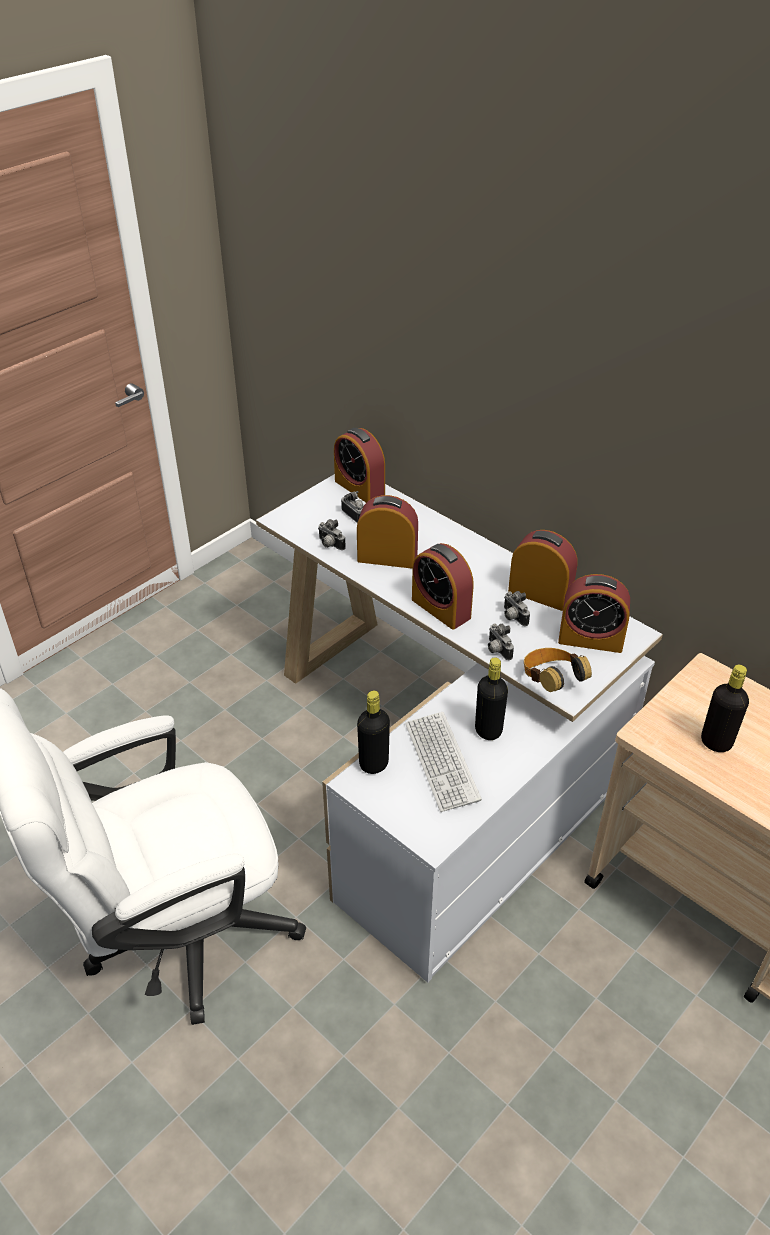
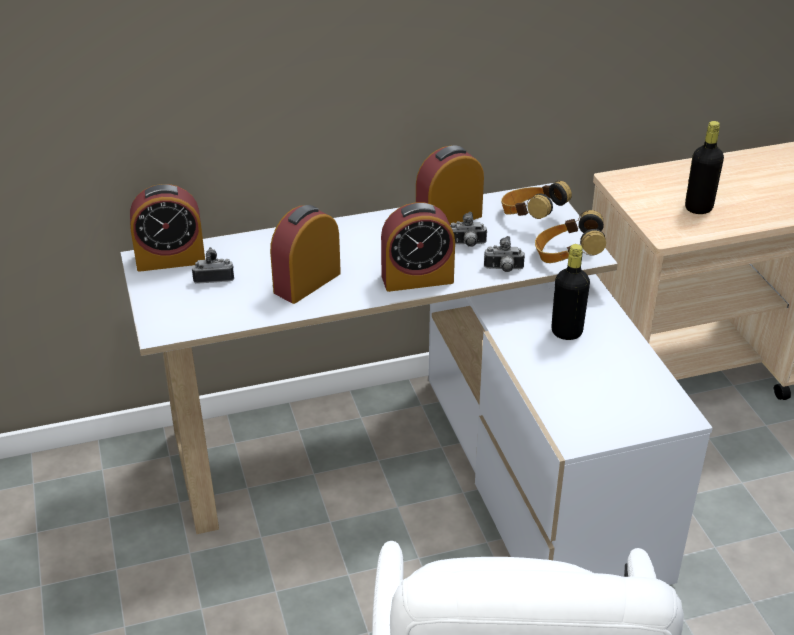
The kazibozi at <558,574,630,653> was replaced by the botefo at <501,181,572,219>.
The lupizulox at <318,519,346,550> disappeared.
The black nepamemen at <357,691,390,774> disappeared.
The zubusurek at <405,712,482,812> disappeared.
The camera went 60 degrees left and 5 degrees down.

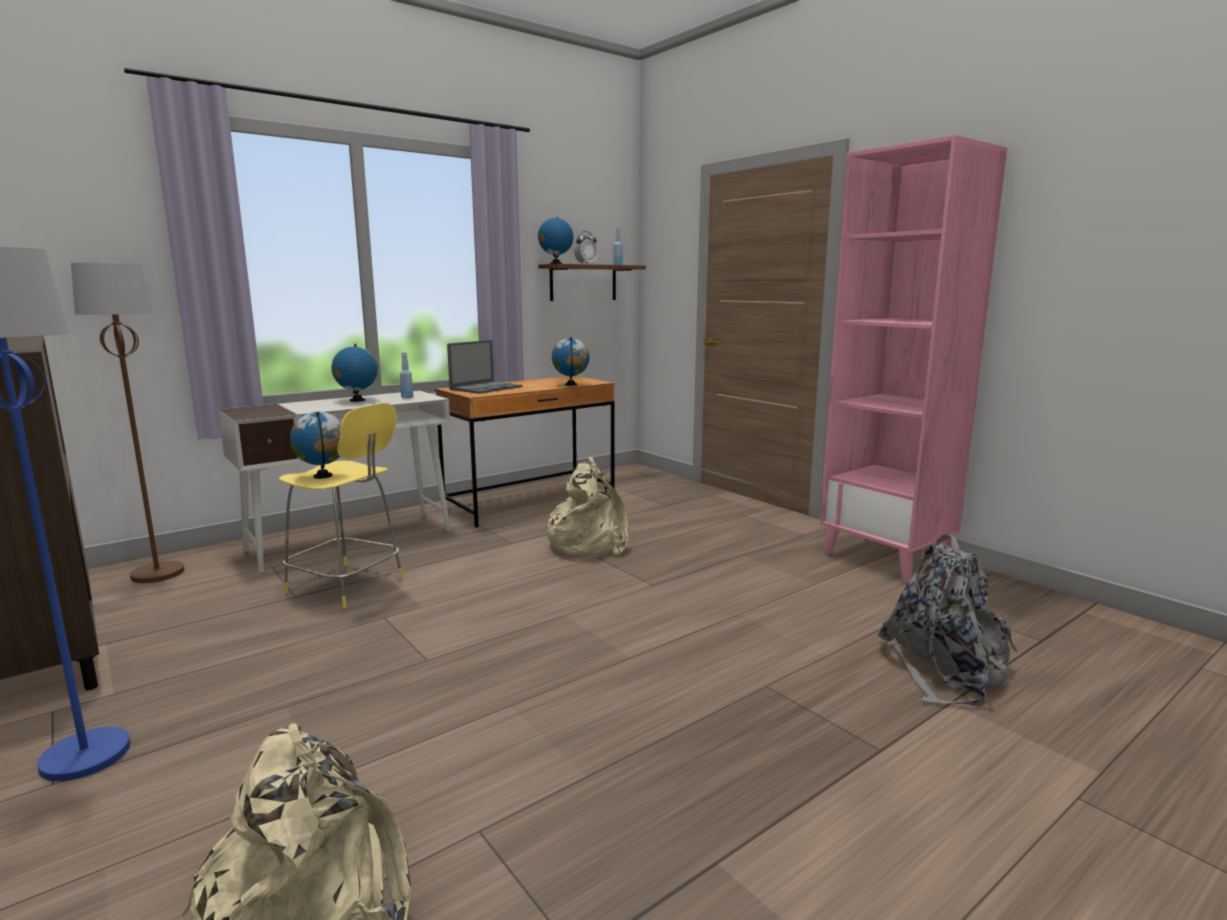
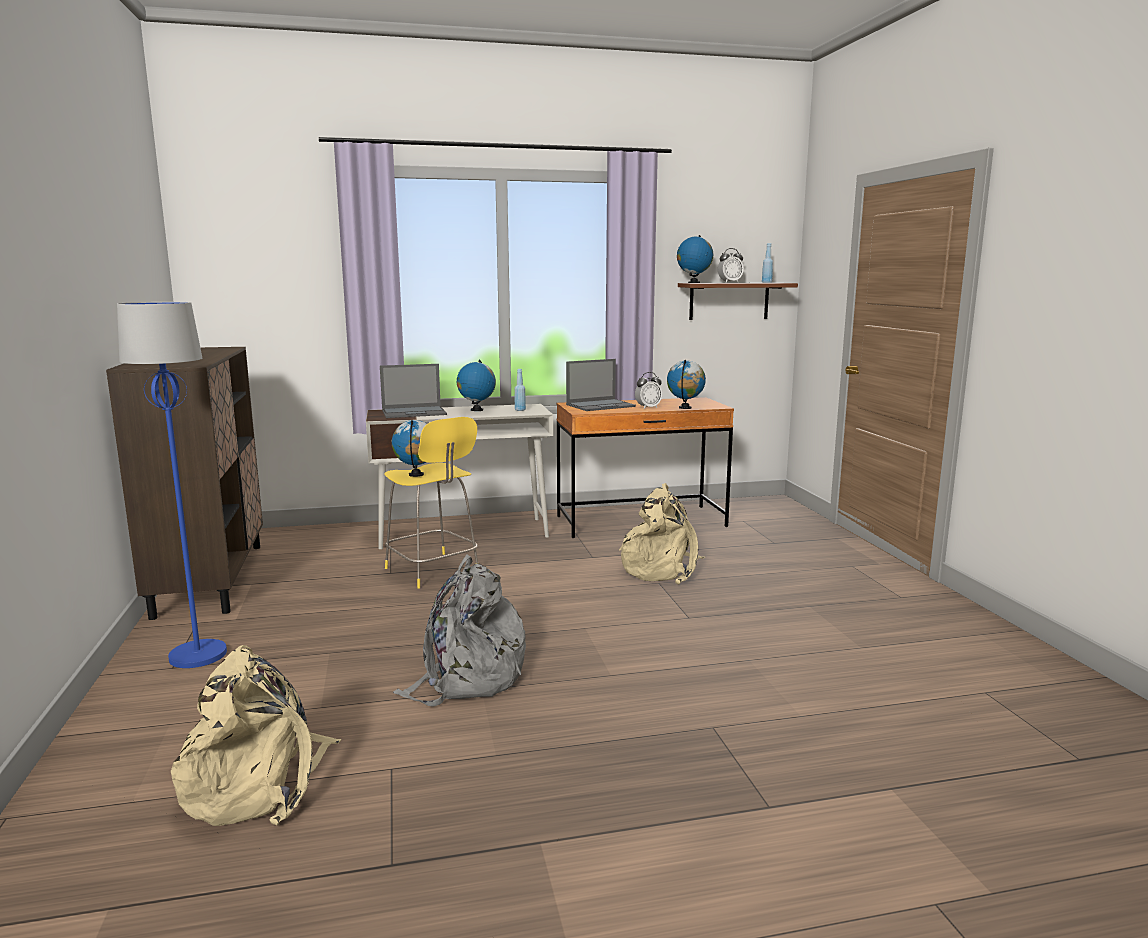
The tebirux at <380,364,447,418> appeared.
The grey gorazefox moved from <878,534,1018,706> to <393,554,526,707>.
The kazibozi at <635,372,662,409> appeared.
The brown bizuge at <71,262,184,583> disappeared.
The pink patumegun at <820,135,1007,582> disappeared.
The camera went 25 degrees right and 0 degrees up.

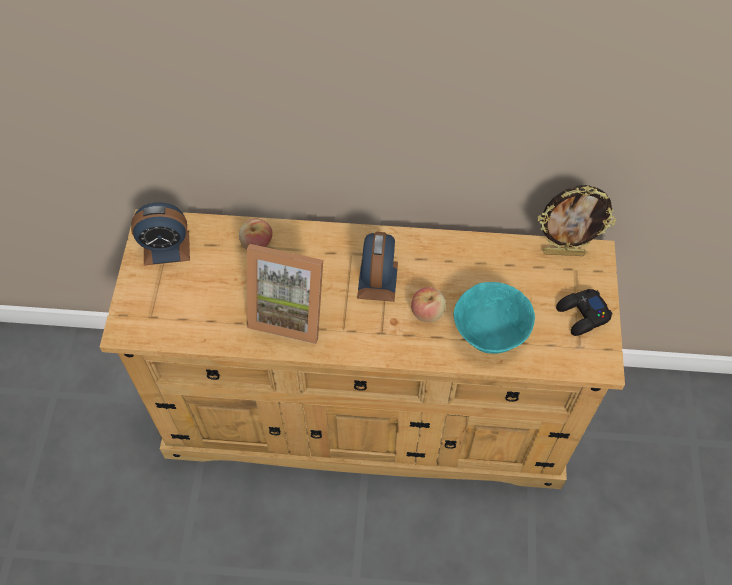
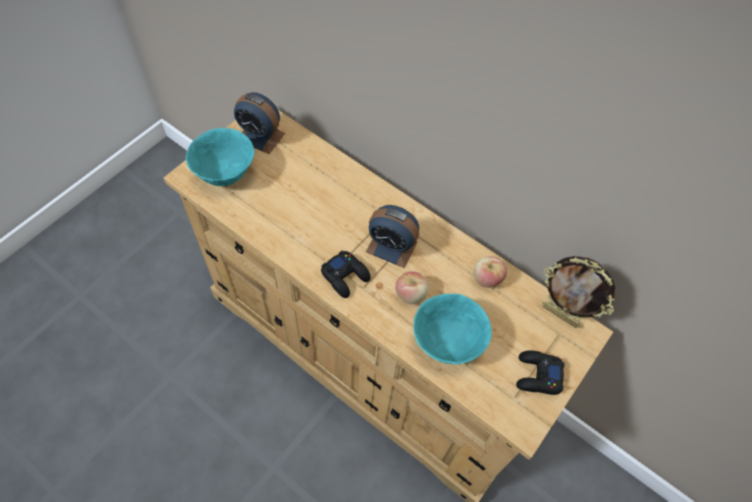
The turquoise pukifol at <186,128,255,186> appeared.
The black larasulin at <321,250,371,298> appeared.
The kazibozi at <357,232,398,302> turned 75 degrees clockwise.
The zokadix moved from <239,218,273,250> to <474,256,507,288>.
The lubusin at <247,244,323,344> disappeared.
The camera went 30 degrees right and 0 degrees up.

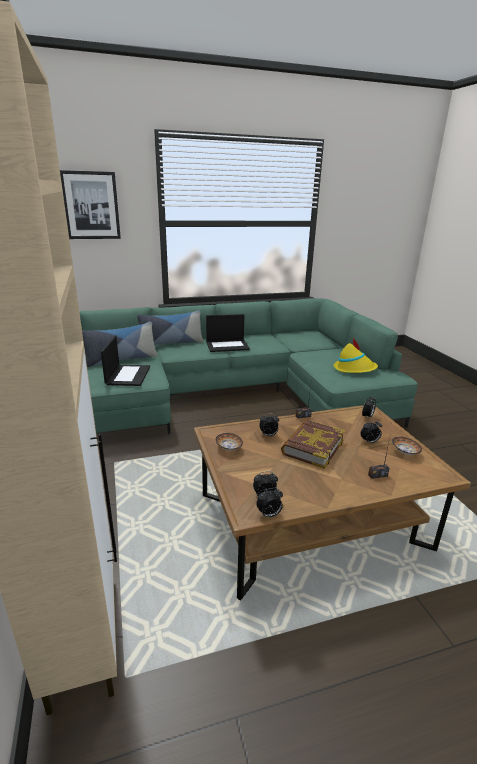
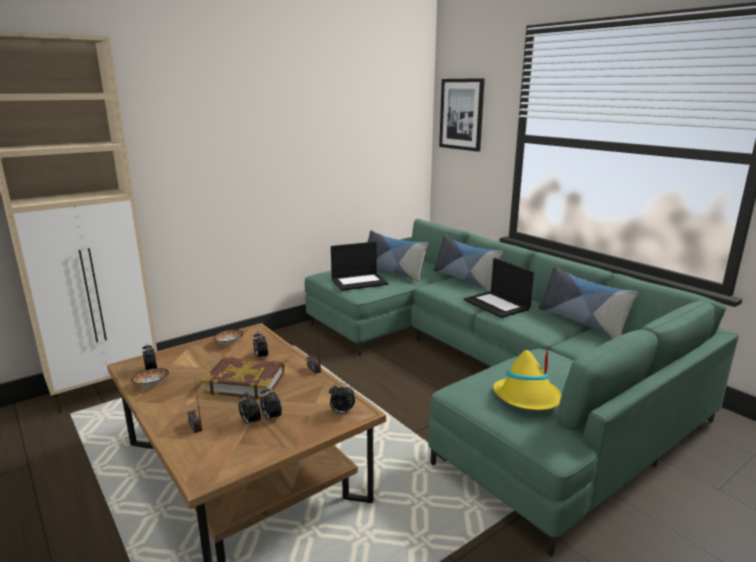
The pukifol moved from <392,437,422,455> to <131,368,169,387>.
The kazibozi moved from <256,488,283,517> to <239,391,261,427>.
The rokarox at <538,266,637,339> appeared.
The camera went 70 degrees right and 5 degrees down.

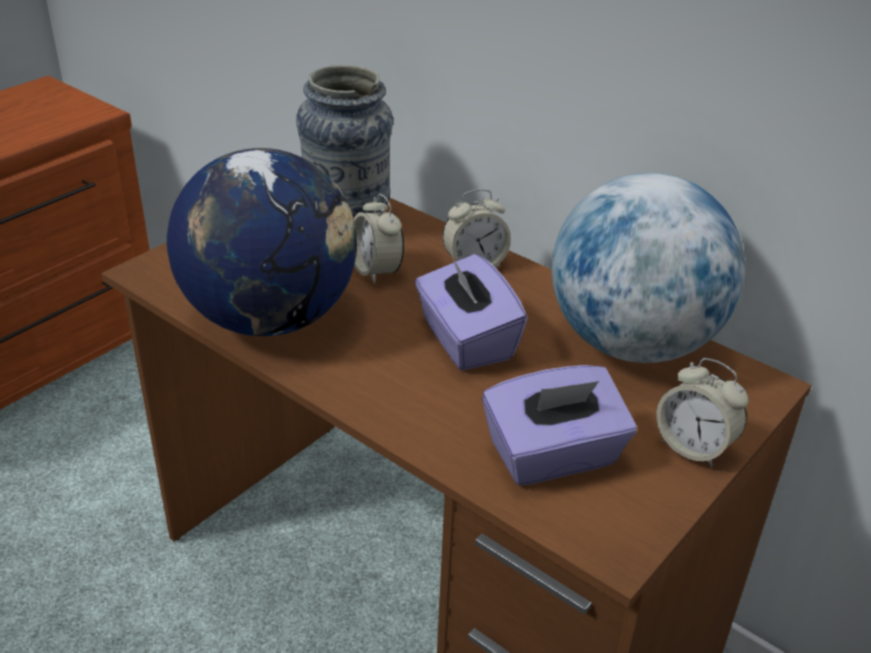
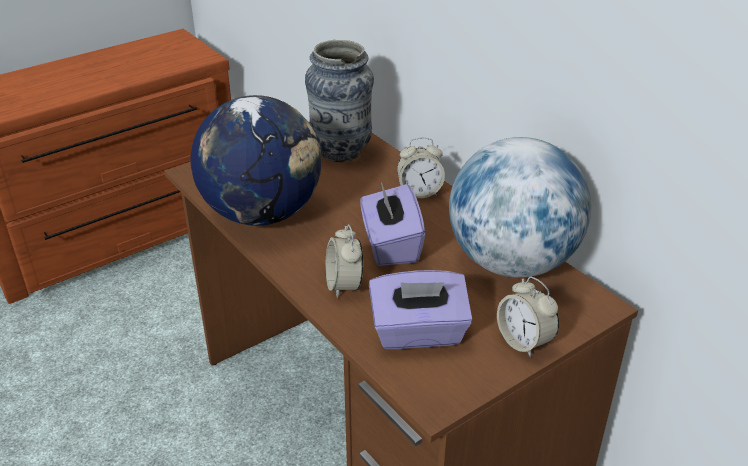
The kazibozi moved from <354,194,404,284> to <325,224,363,298>.
The camera went 15 degrees right and 0 degrees up.

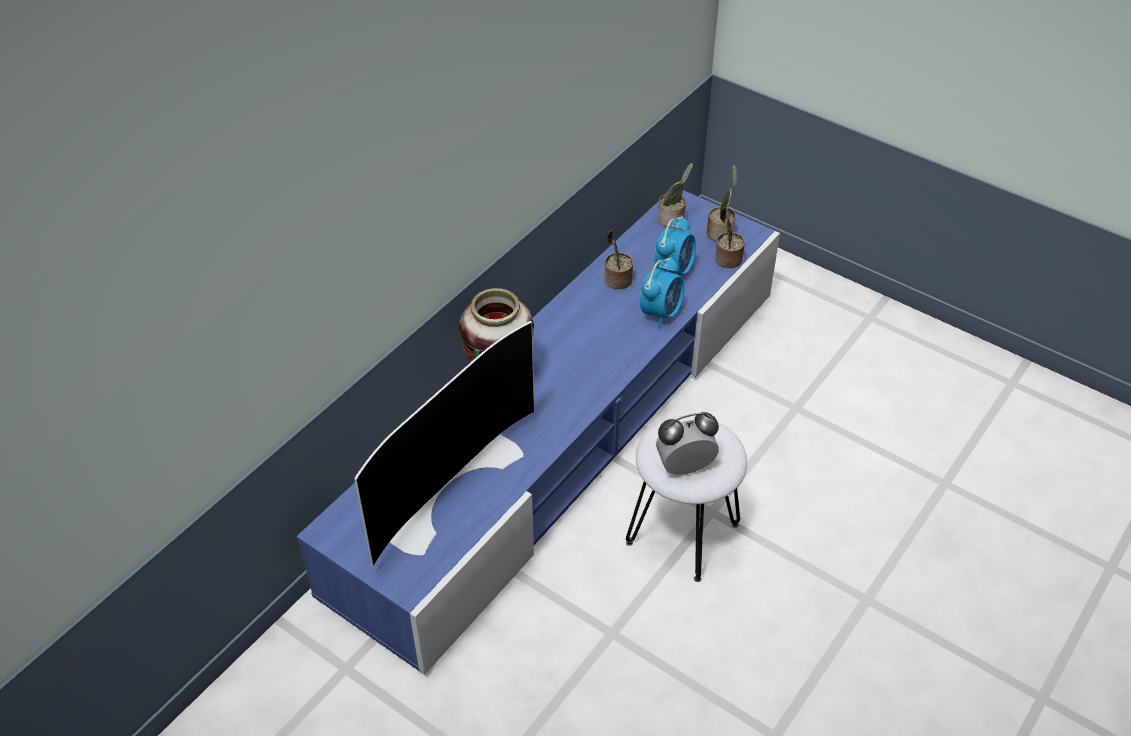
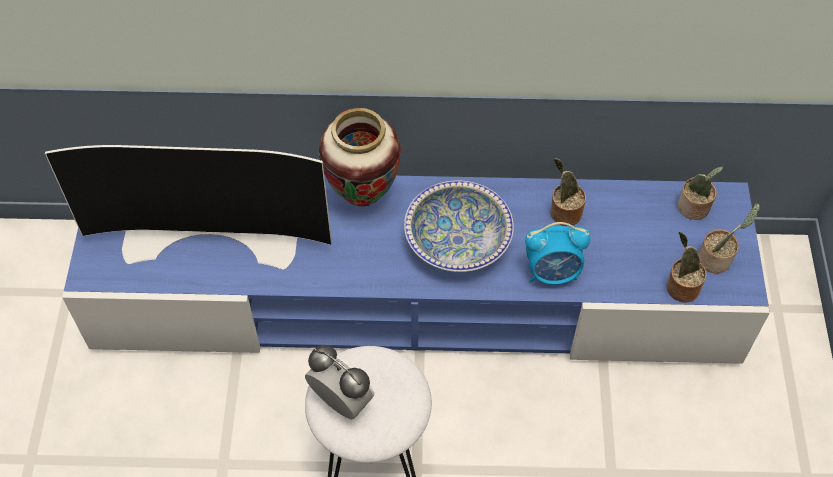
The pukifol at <404,180,514,272> appeared.
The kazibozi at <654,216,696,275> disappeared.
The camera went 55 degrees right and 10 degrees up.

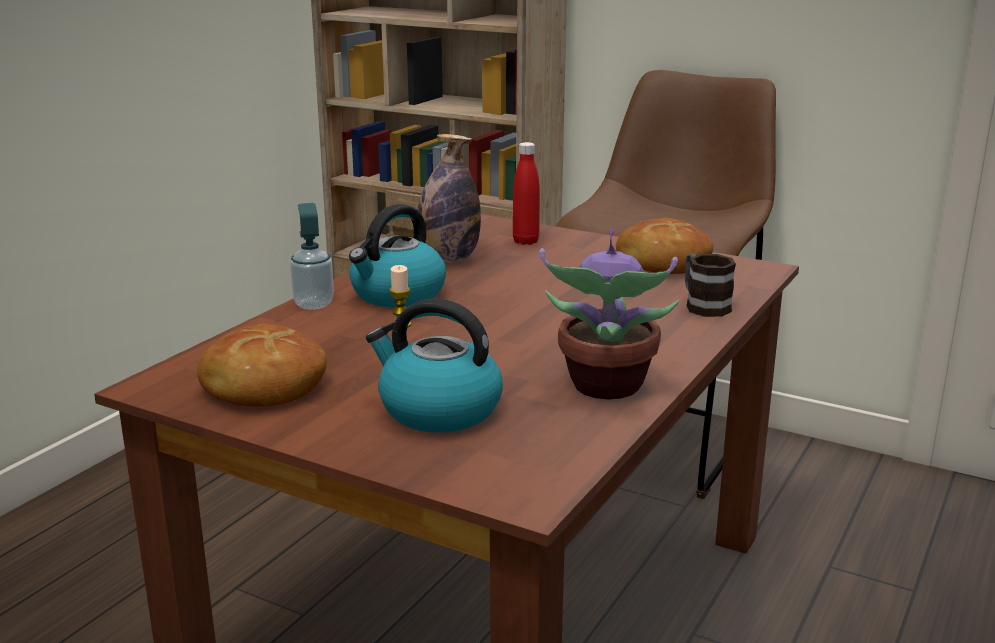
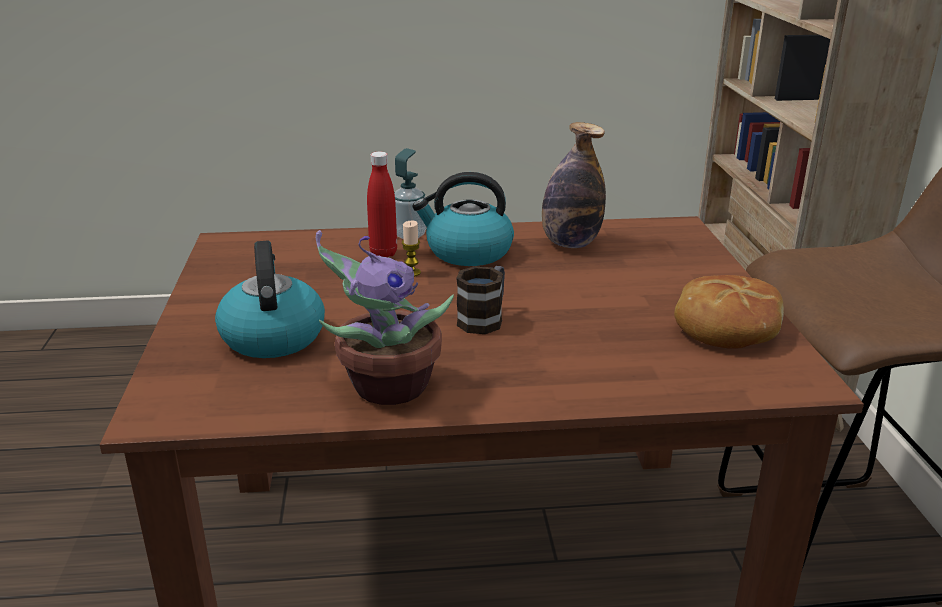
The red nepamemen moved from <513,142,540,245> to <367,152,397,257>.
The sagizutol moved from <685,254,736,317> to <456,266,505,334>.
The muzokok at <197,324,327,406> disappeared.
The camera went 55 degrees right and 5 degrees up.

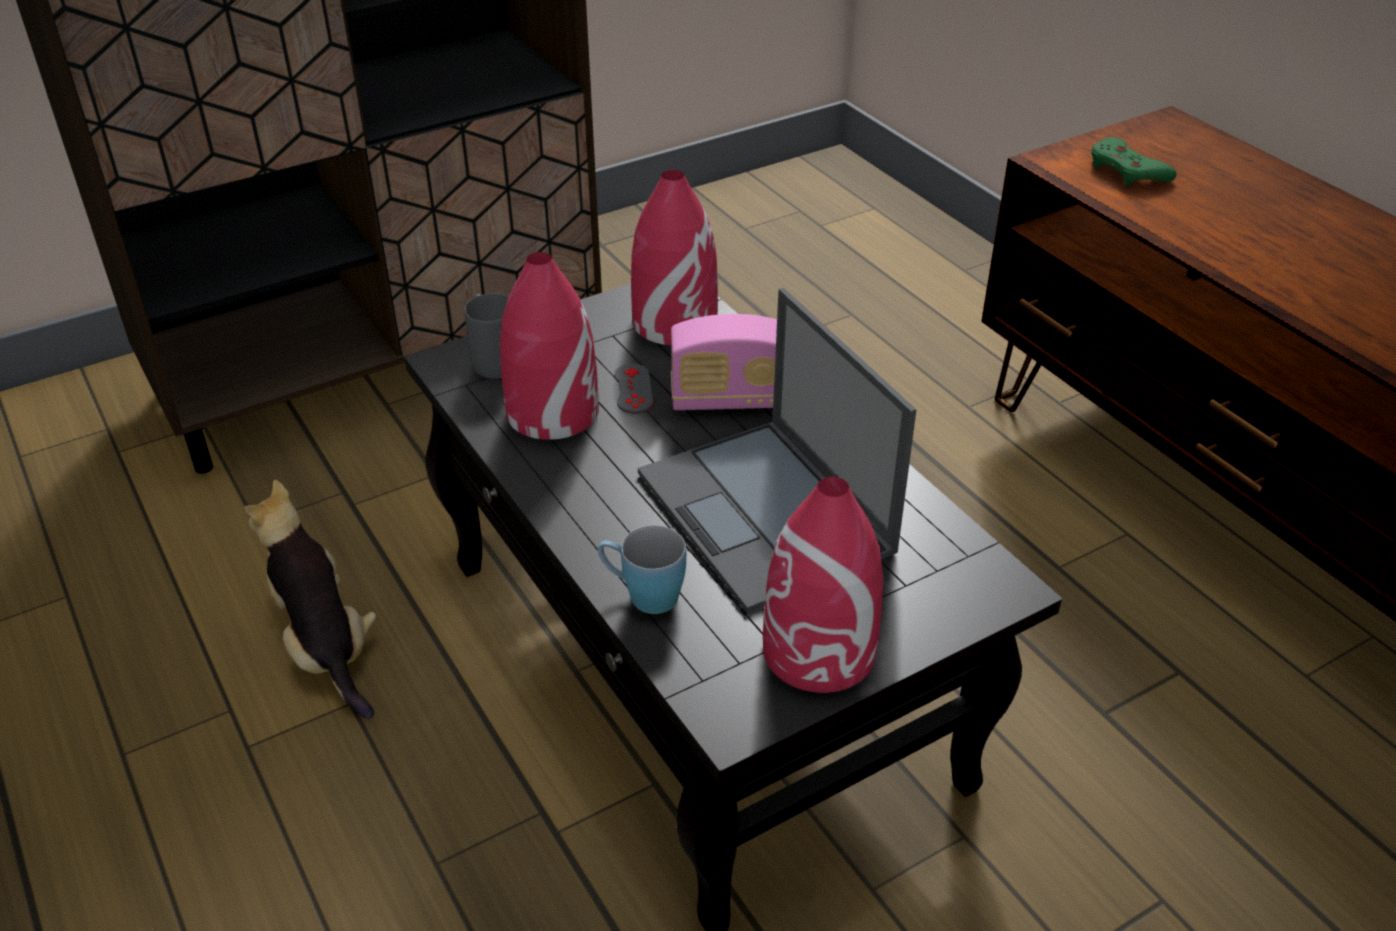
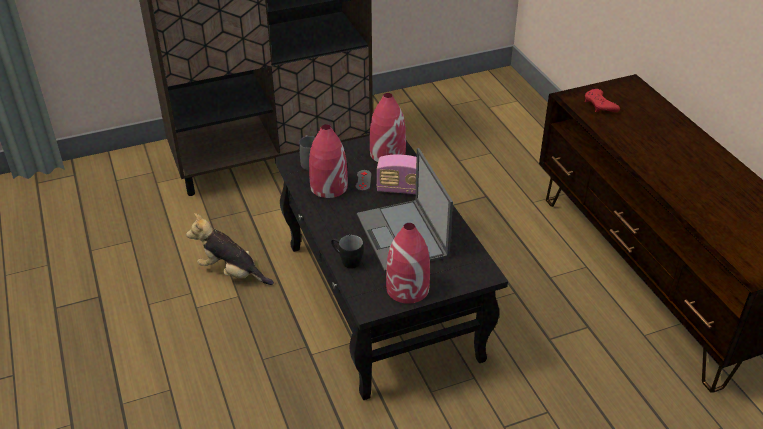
The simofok at <244,480,376,719> turned 45 degrees counterclockwise.
The blue sagizutol at <598,525,686,614> became the black sagizutol at <331,235,363,269>.
The green larasulin at <1092,137,1177,186> became the red larasulin at <585,89,620,112>.
The camera went 10 degrees right and 0 degrees up.

